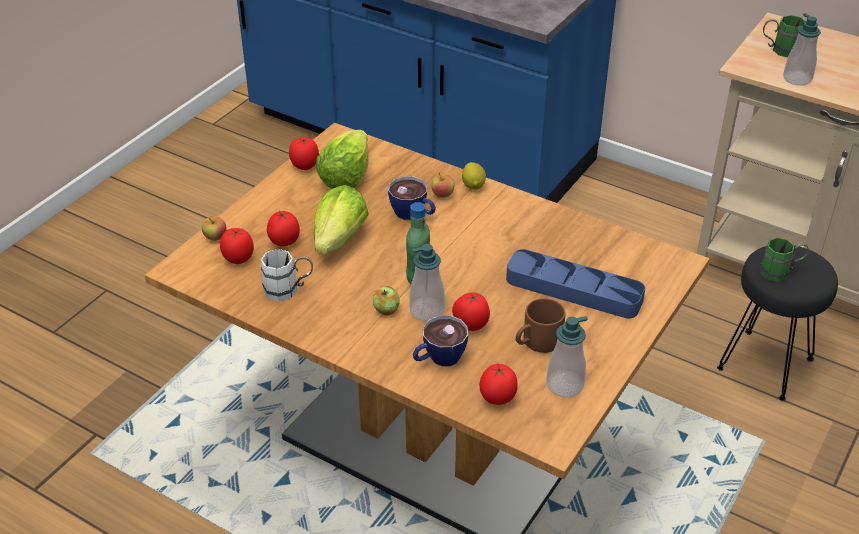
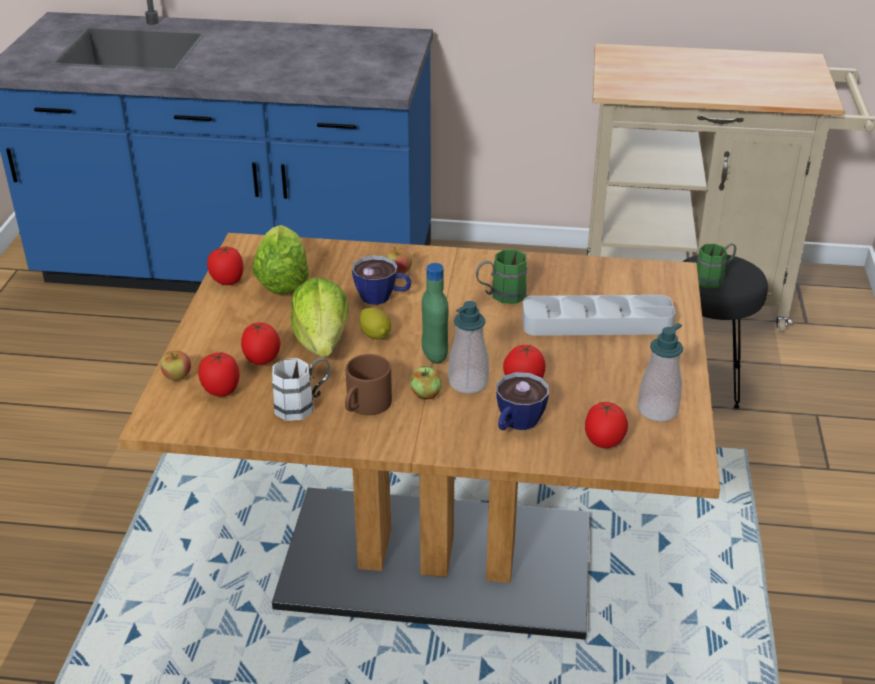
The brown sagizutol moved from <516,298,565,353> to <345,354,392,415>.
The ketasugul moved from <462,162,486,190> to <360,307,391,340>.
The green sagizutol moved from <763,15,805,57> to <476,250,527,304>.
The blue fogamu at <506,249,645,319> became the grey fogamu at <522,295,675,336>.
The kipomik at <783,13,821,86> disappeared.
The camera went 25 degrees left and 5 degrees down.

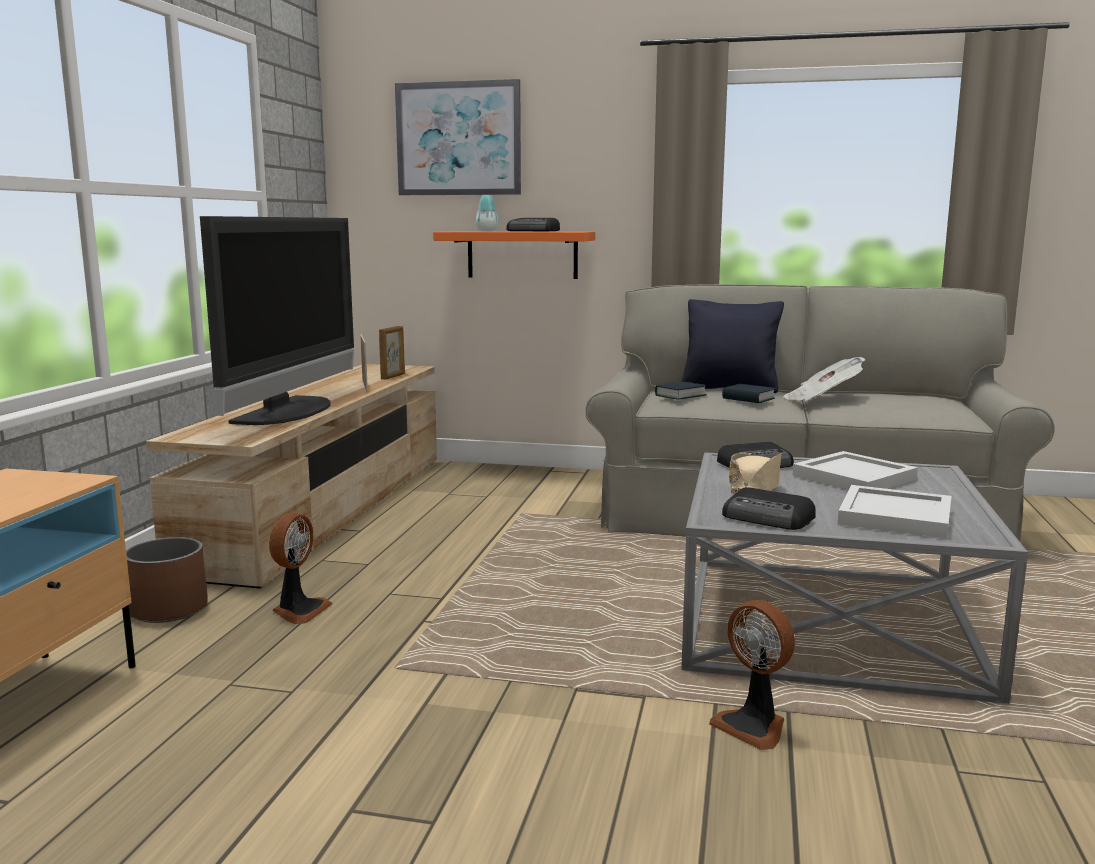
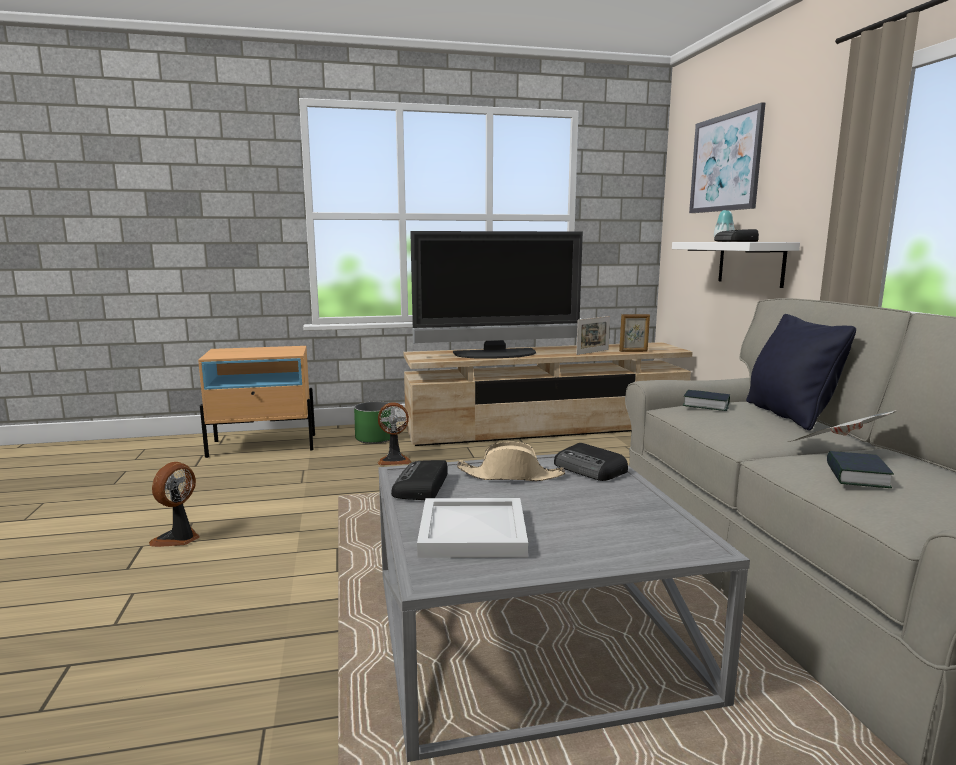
The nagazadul moved from <709,600,795,750> to <149,462,200,547>.
The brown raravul at <126,537,208,623> became the green raravul at <354,401,393,444>.
The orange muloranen at <433,231,595,279> became the white muloranen at <672,242,800,288>.
The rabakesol moved from <722,384,775,403> to <827,451,894,488>.
The white fogamu at <792,451,918,490> disappeared.
The camera went 65 degrees right and 0 degrees up.

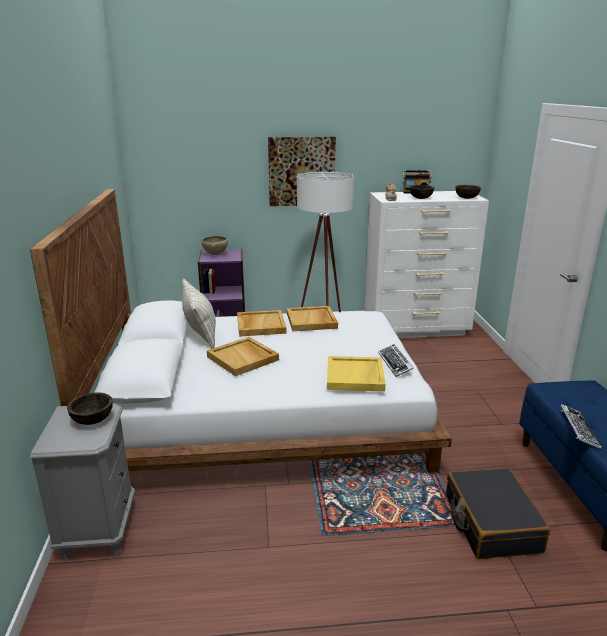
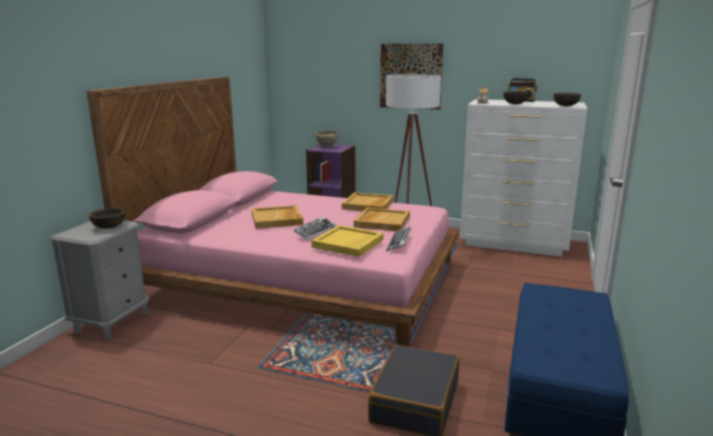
The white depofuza at <30,189,452,473> became the pink depofuza at <87,76,458,347>.
The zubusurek moved from <560,404,602,449> to <294,216,336,240>.
The beige fogamu moved from <237,310,287,337> to <354,207,410,231>.
The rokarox at <182,279,216,349> disappeared.
The camera went 25 degrees right and 5 degrees down.

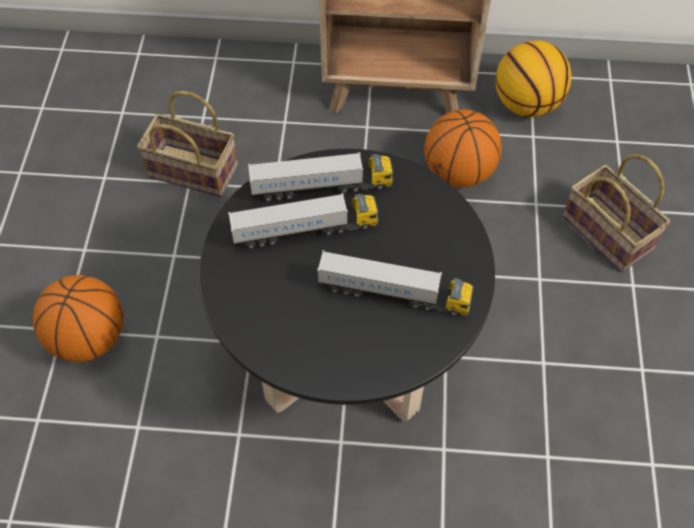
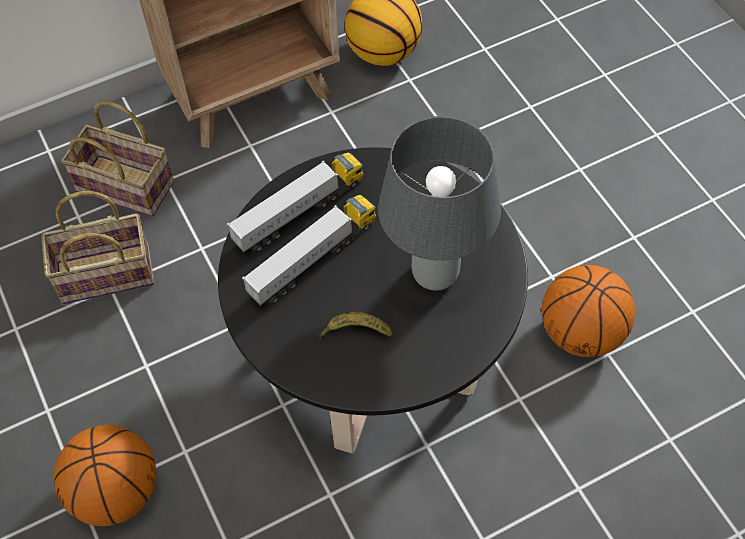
The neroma moved from <563,154,670,272> to <61,101,174,217>.
The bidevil at <318,312,392,341> appeared.
The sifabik at <317,250,474,316> was replaced by the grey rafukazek at <378,116,501,291>.
The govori moved from <424,109,502,187> to <541,265,635,357>.
The camera went 30 degrees left and 0 degrees up.

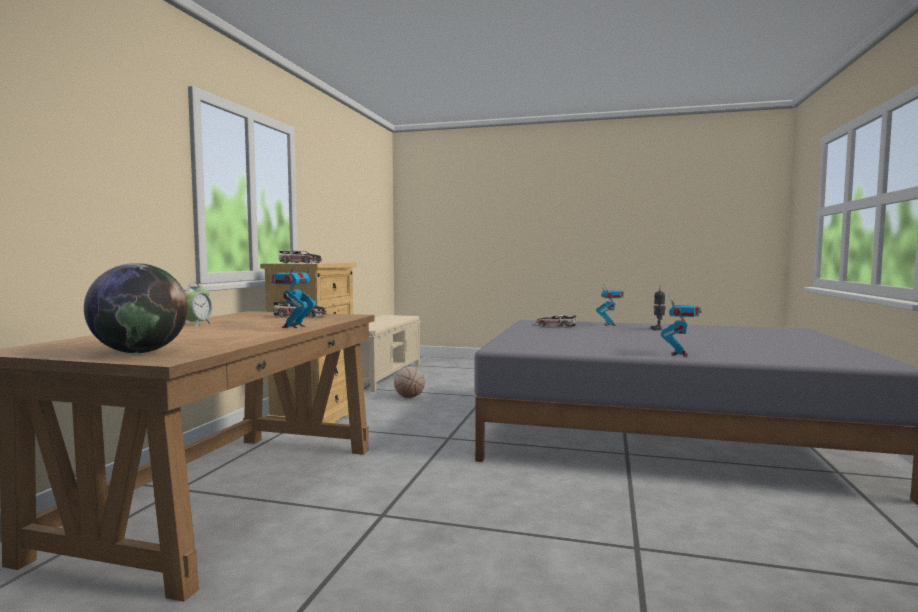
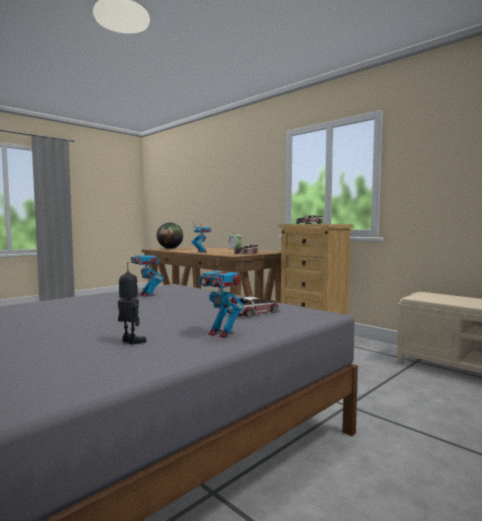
The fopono moved from <661,294,701,357> to <131,247,164,297>.
The govori at <394,367,425,398> disappeared.
The camera went 120 degrees right and 0 degrees up.

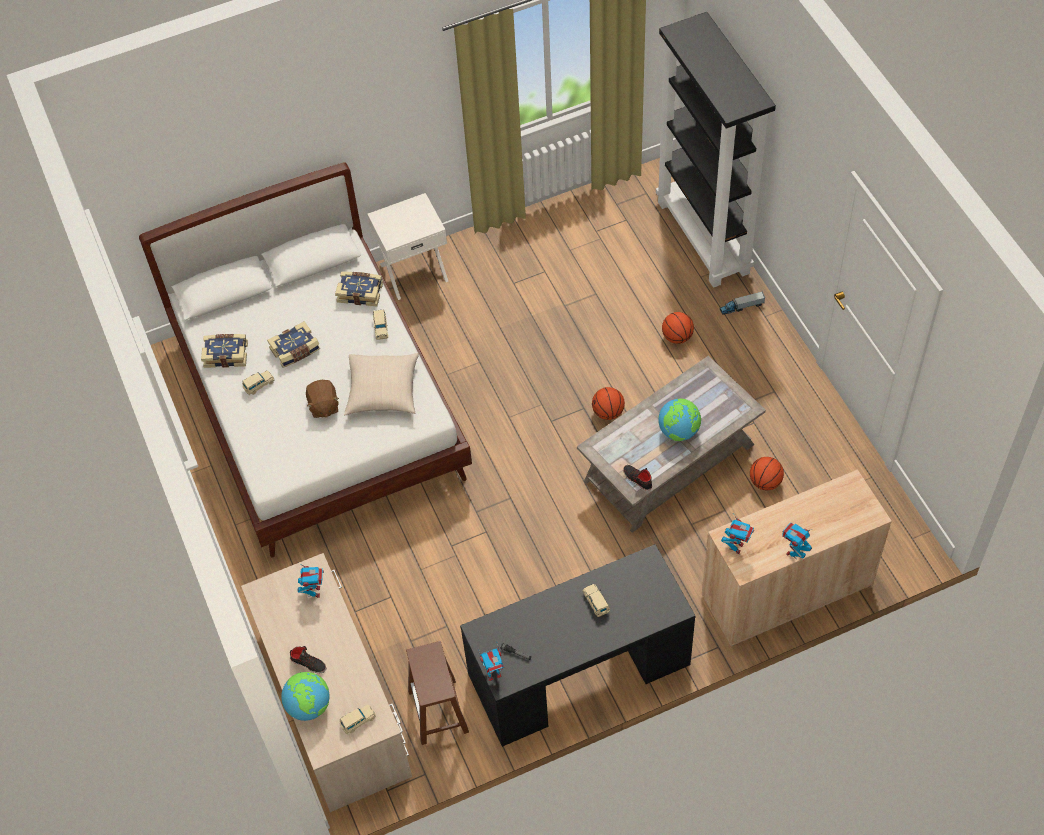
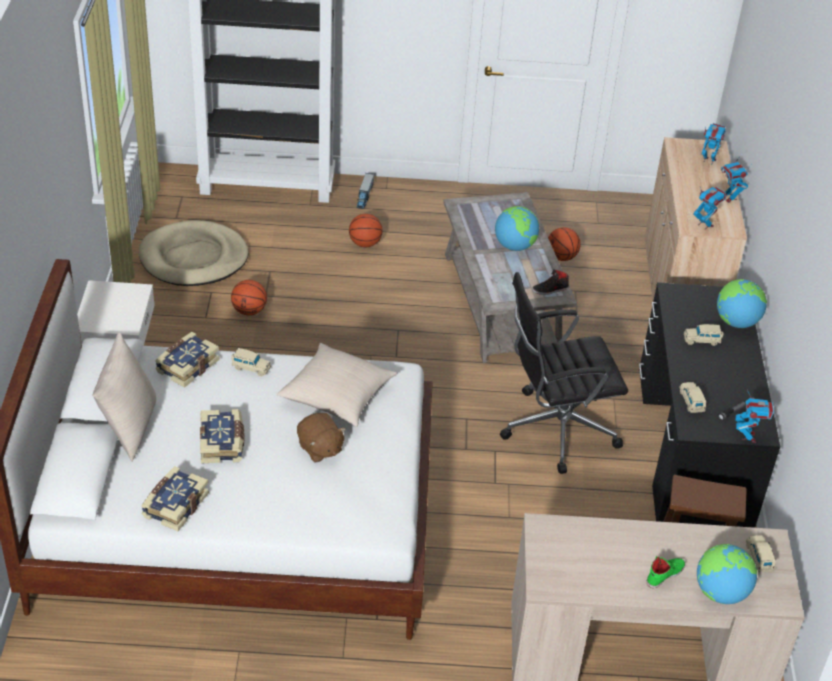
The beige rokarox at <93,332,156,462> appeared.
The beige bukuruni at <138,220,248,286> appeared.
The govori moved from <592,387,625,420> to <231,280,267,315>.
The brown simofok at <306,380,339,418> turned 45 degrees clockwise.
The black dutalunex at <500,272,628,474> appeared.
The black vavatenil at <290,646,326,673> became the green vavatenil at <646,556,685,588>.
The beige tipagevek moved from <242,370,274,395> to <679,382,706,413>.
The fopono moved from <297,563,324,598> to <702,123,726,165>.
The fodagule at <717,279,767,328> appeared.
The camera went 70 degrees left and 15 degrees down.

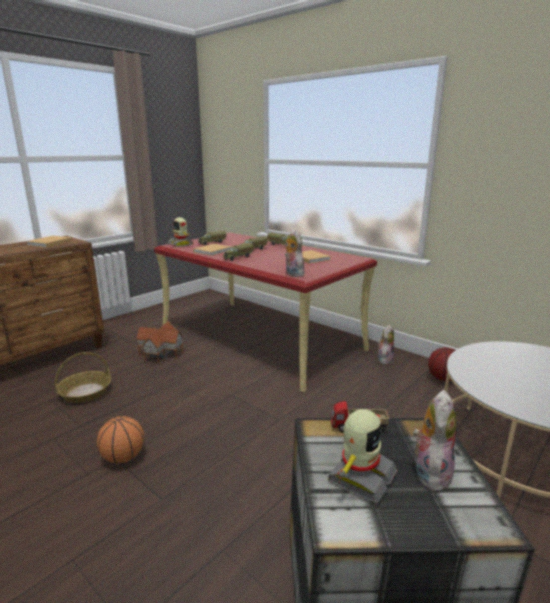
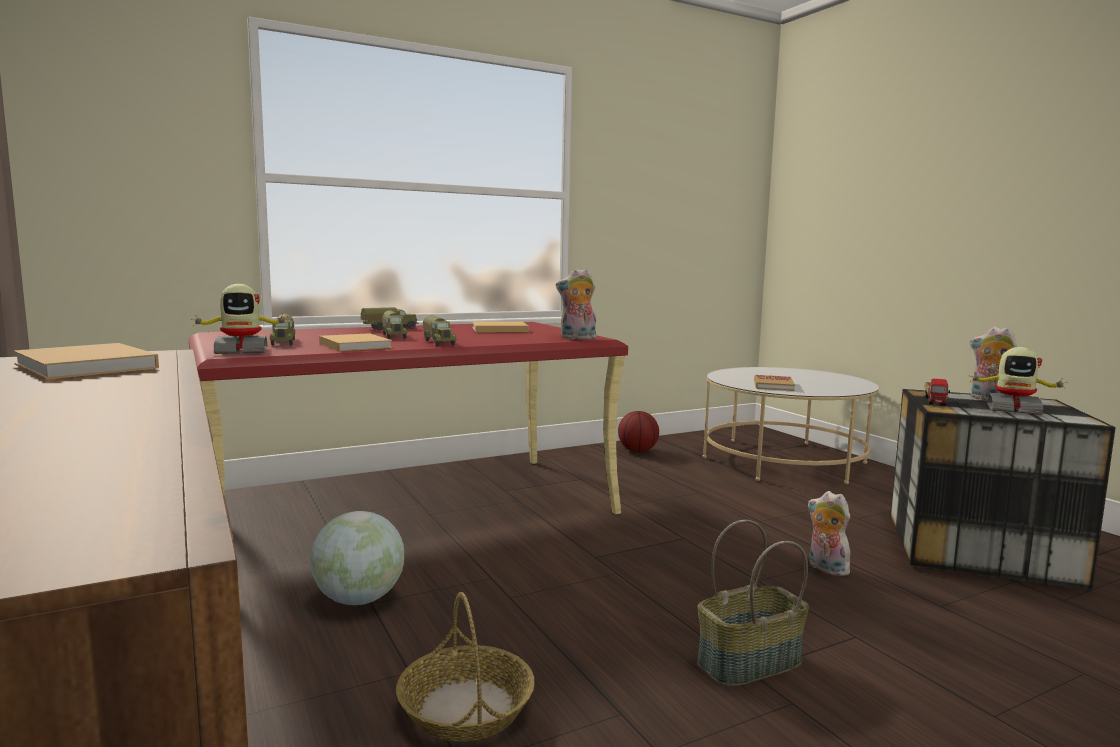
The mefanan at <136,321,184,364> was replaced by the fodagule at <310,511,404,605>.
The govori at <96,416,144,463> was replaced by the neroma at <697,520,809,687>.
The rabakesol at <754,375,795,391> appeared.
The simofok moved from <377,325,394,365> to <807,491,854,576>.
The fopono at <328,409,398,503> turned 150 degrees clockwise.
The camera went 70 degrees left and 10 degrees down.

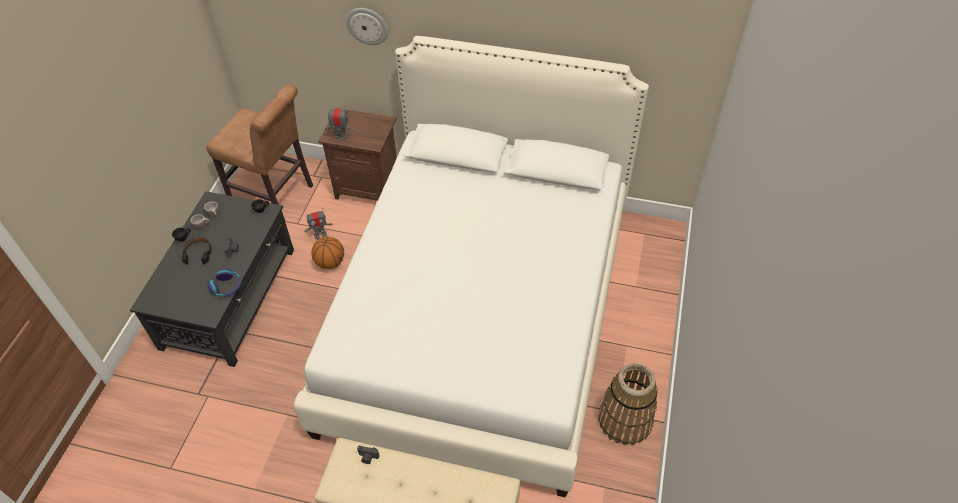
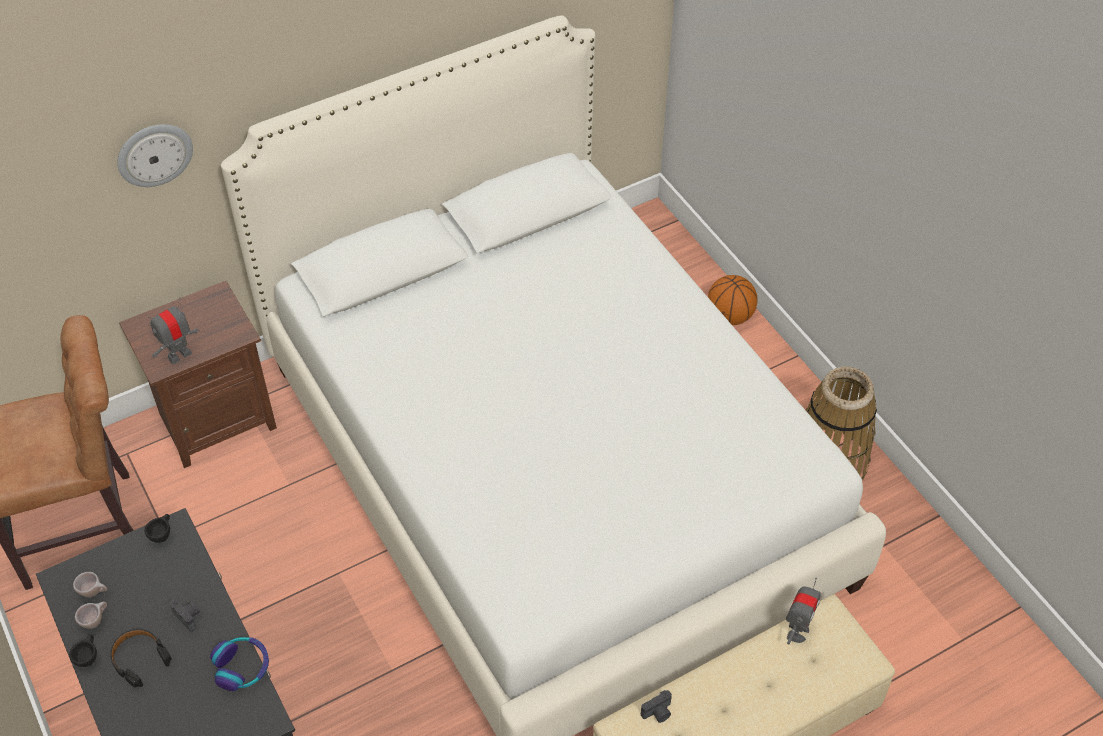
The govori moved from <311,237,344,269> to <708,275,758,325>.
The fopono moved from <304,208,333,240> to <786,578,821,645>.
The camera went 45 degrees left and 0 degrees up.

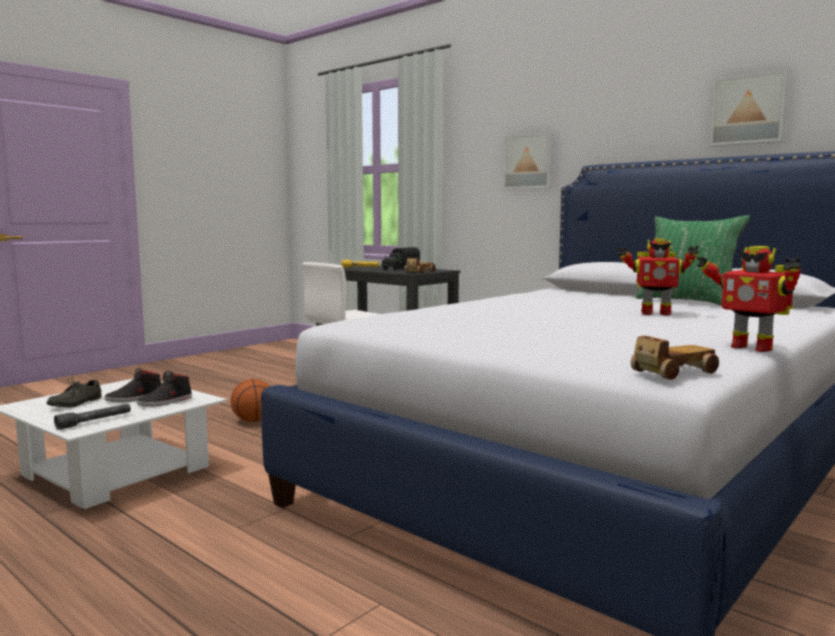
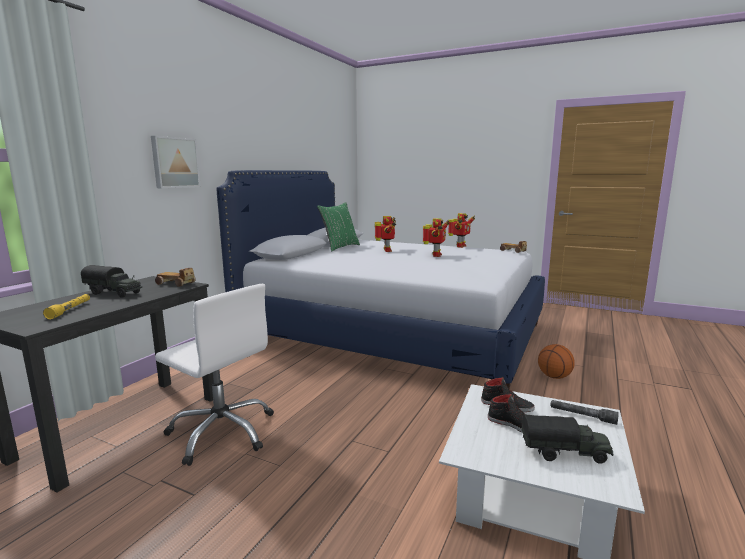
The fopono at <423,218,450,257> appeared.
The grey vavatenil at <47,373,102,407> was replaced by the sifabik at <522,415,613,464>.
The govori moved from <231,379,270,422> to <538,344,575,379>.
The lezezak at <710,69,789,147> disappeared.
The camera went 105 degrees left and 5 degrees up.

